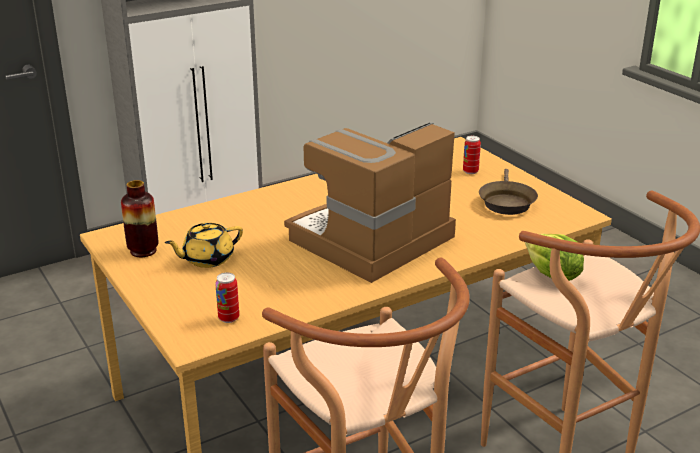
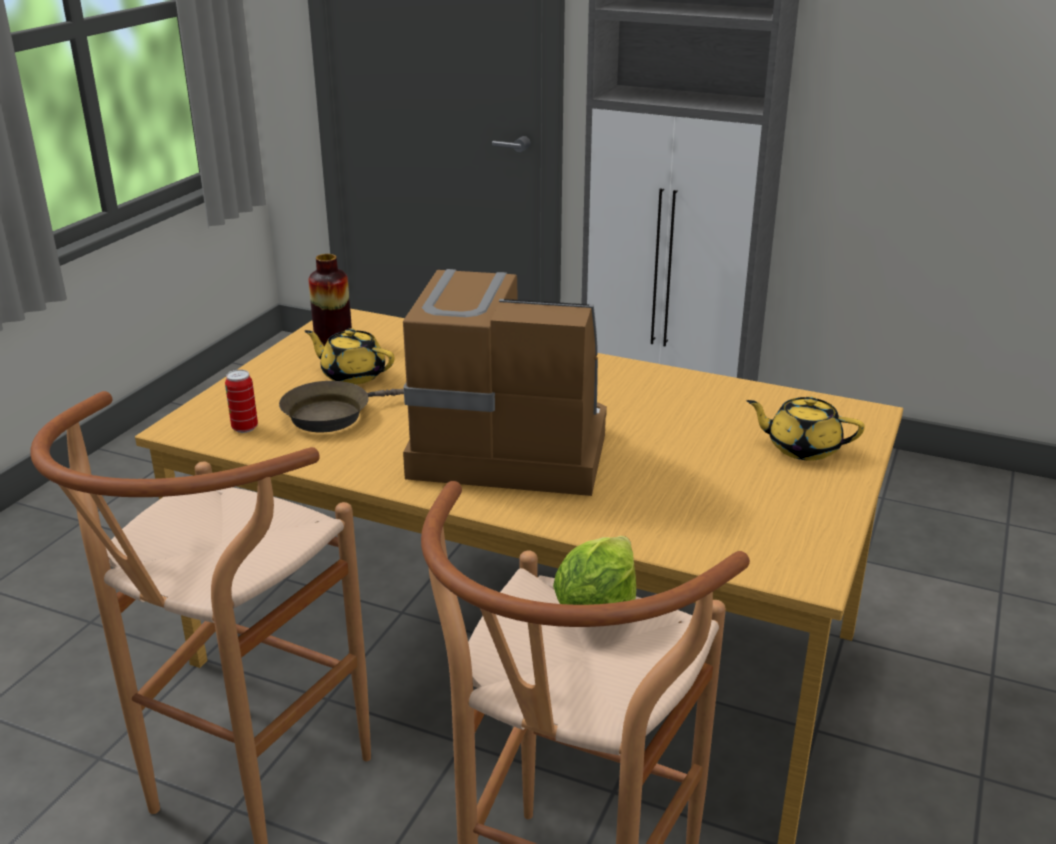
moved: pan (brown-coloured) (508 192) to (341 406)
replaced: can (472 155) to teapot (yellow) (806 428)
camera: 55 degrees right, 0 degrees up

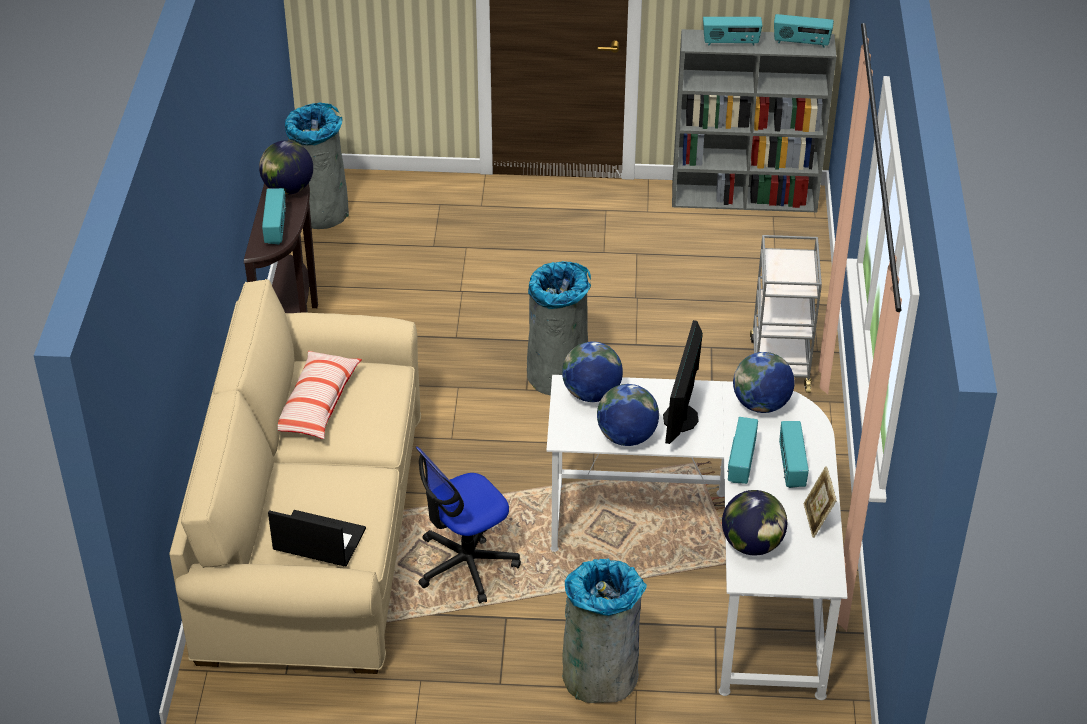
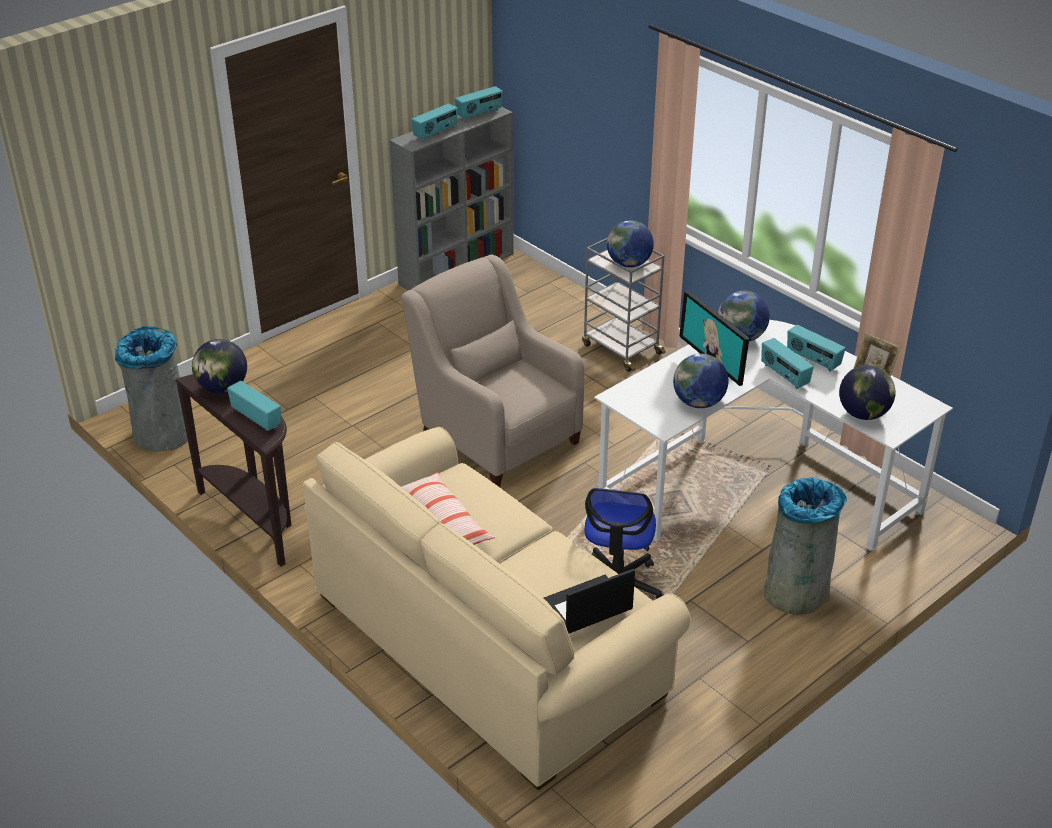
moved: desk globe (592 372) to (630 244)
replaced: waste bin (grey) (559 328) to lounge chair (beige-coloured) (493 371)
camera: 45 degrees left, 5 degrees down

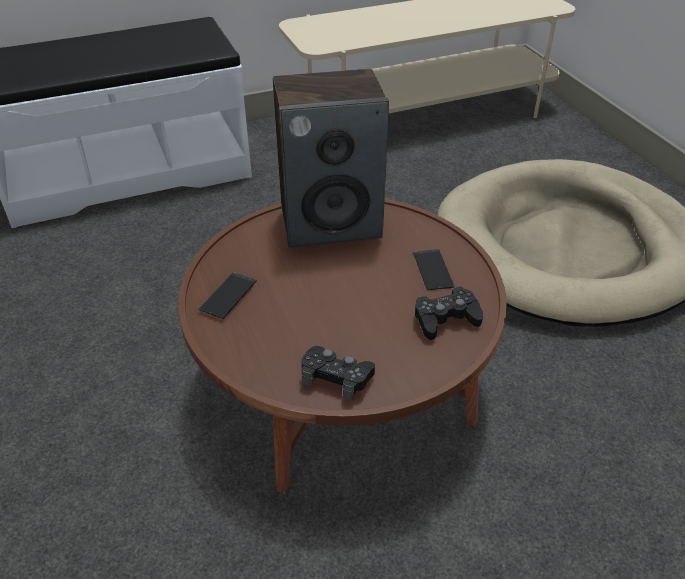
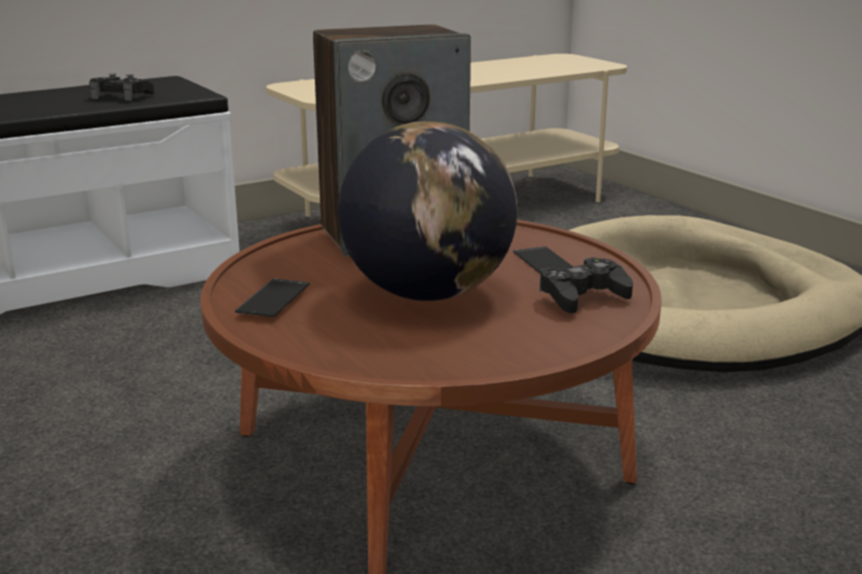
added: desk globe (427 211)
moved: gamepad (black) (338 373) to (121 87)
camera: 10 degrees left, 20 degrees down

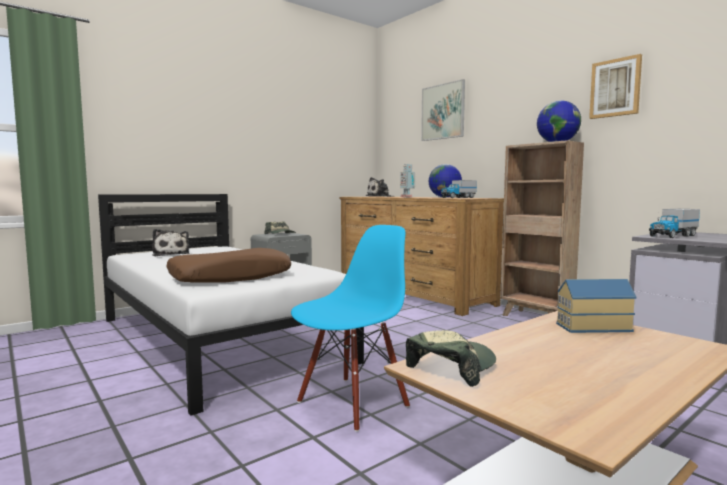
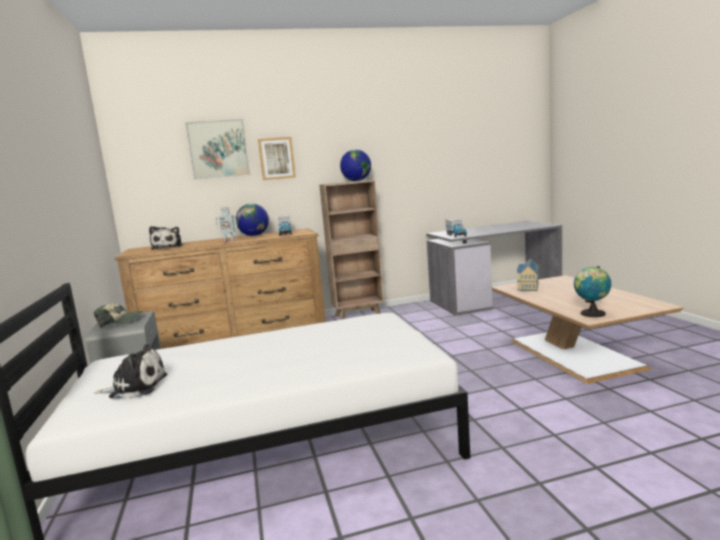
removed: pillow (brown-coloured) (228 265); plain chair (blue) (350 328)
moved: wall picture (615 86) to (277 158)
replaced: baseball cap (451 358) to desk globe (592 291)
camera: 65 degrees left, 5 degrees up

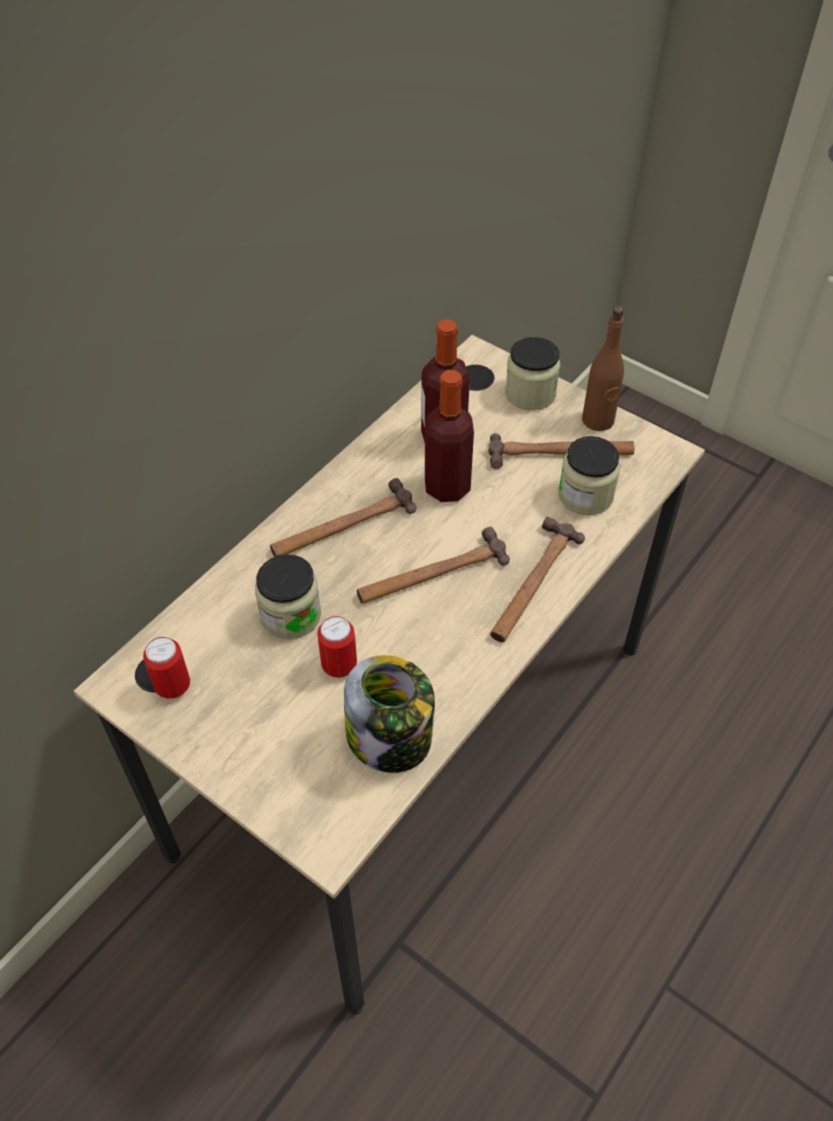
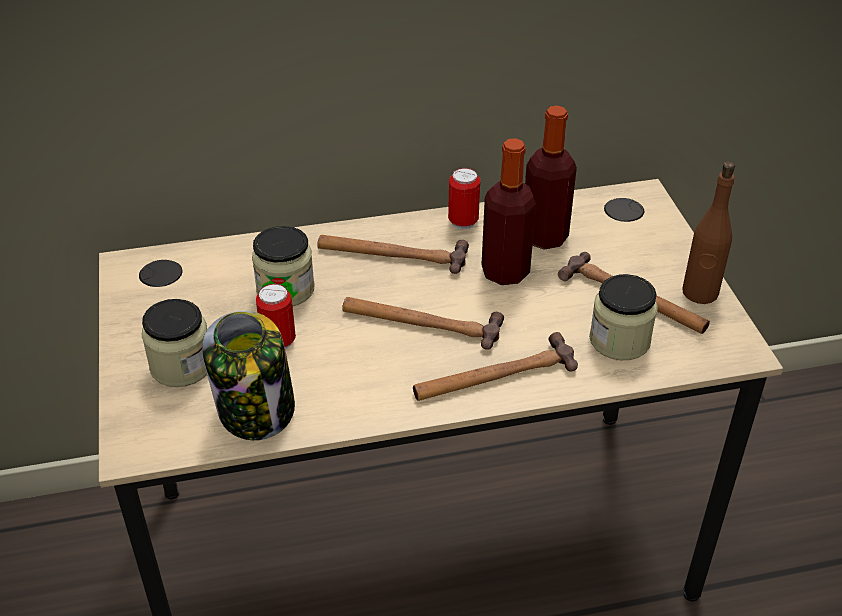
moved: preserve jar (532 373) to (174 343); can (166 668) to (464 199)
camera: 40 degrees right, 10 degrees down

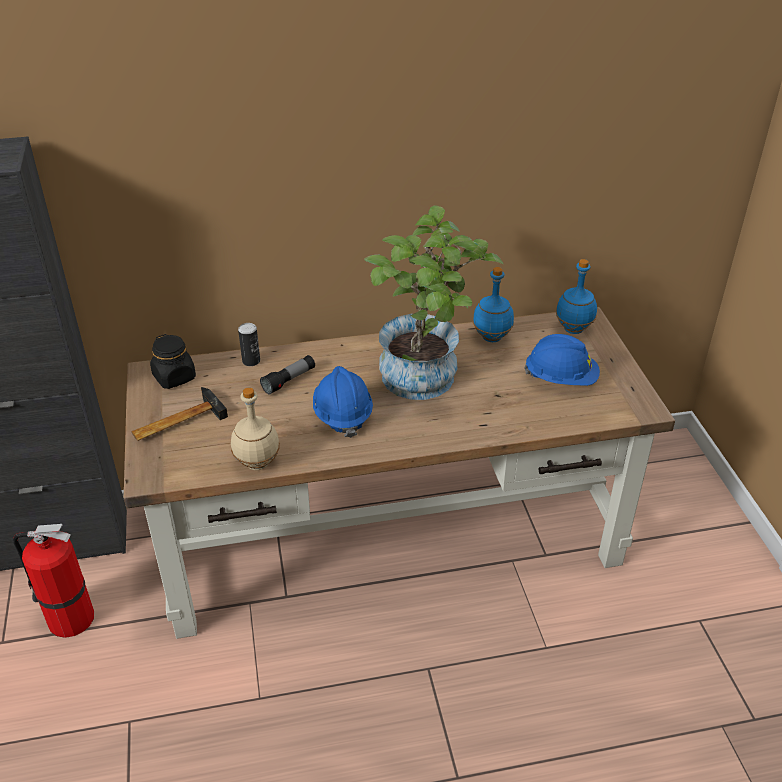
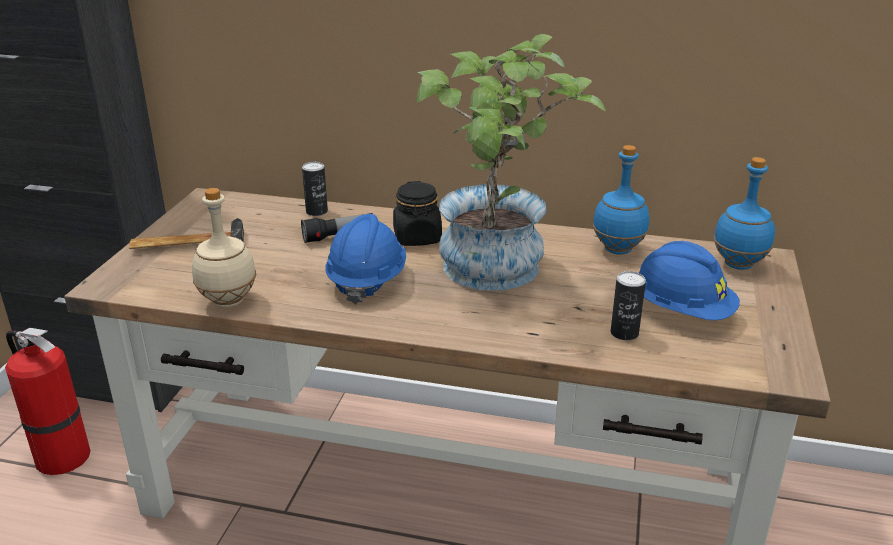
added: can (628 305)
moved: preserve jar (black) (173 361) to (417 213)
camera: 25 degrees right, 10 degrees down

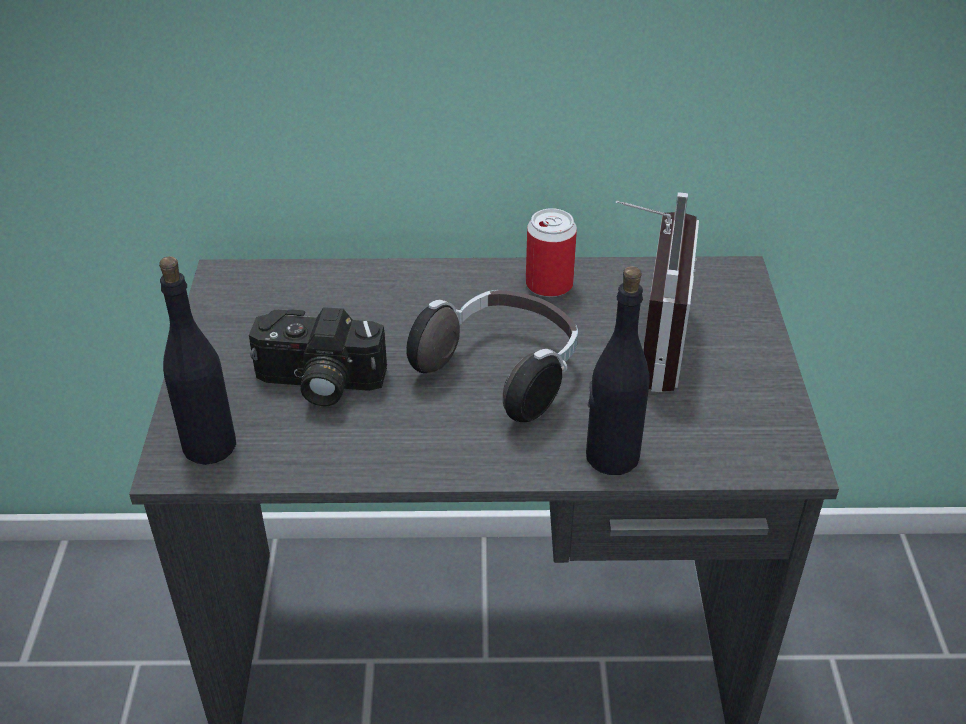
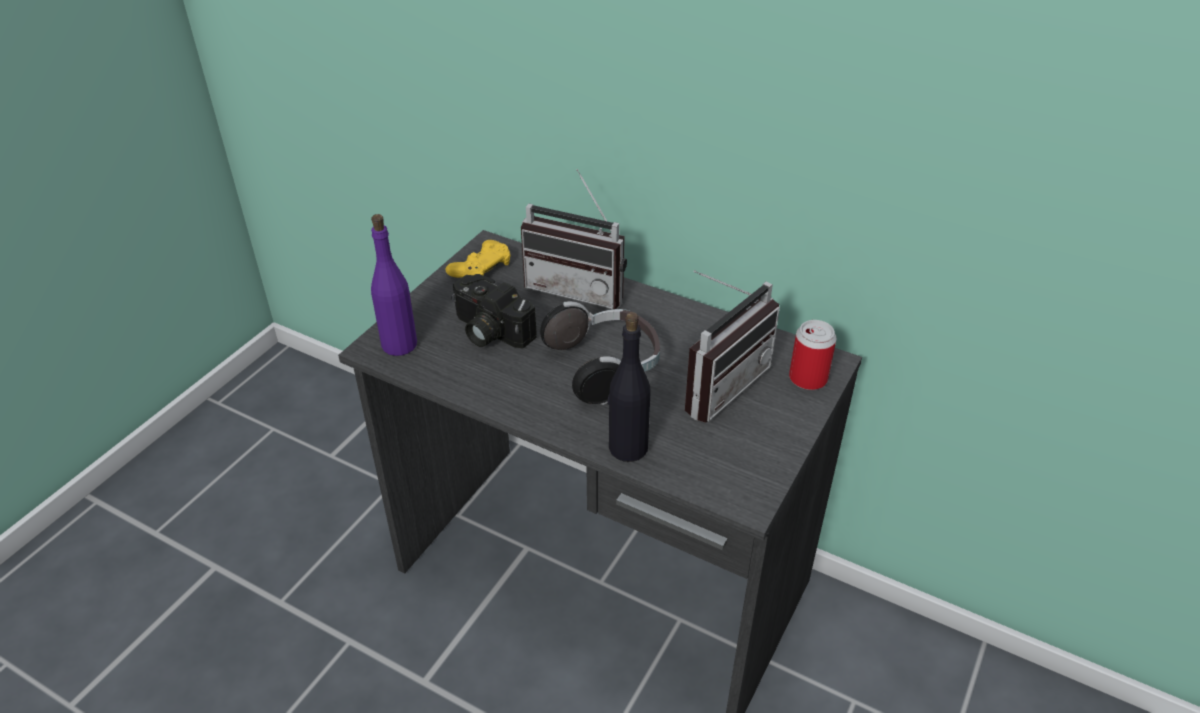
added: gamepad (yellow) (478 259); radio set (574 239)
moved: can (551 252) to (813 355)
recoloured: drink bottle (black) (197 360) to drink bottle (purple-coloured) (394 285)
camera: 30 degrees right, 0 degrees up

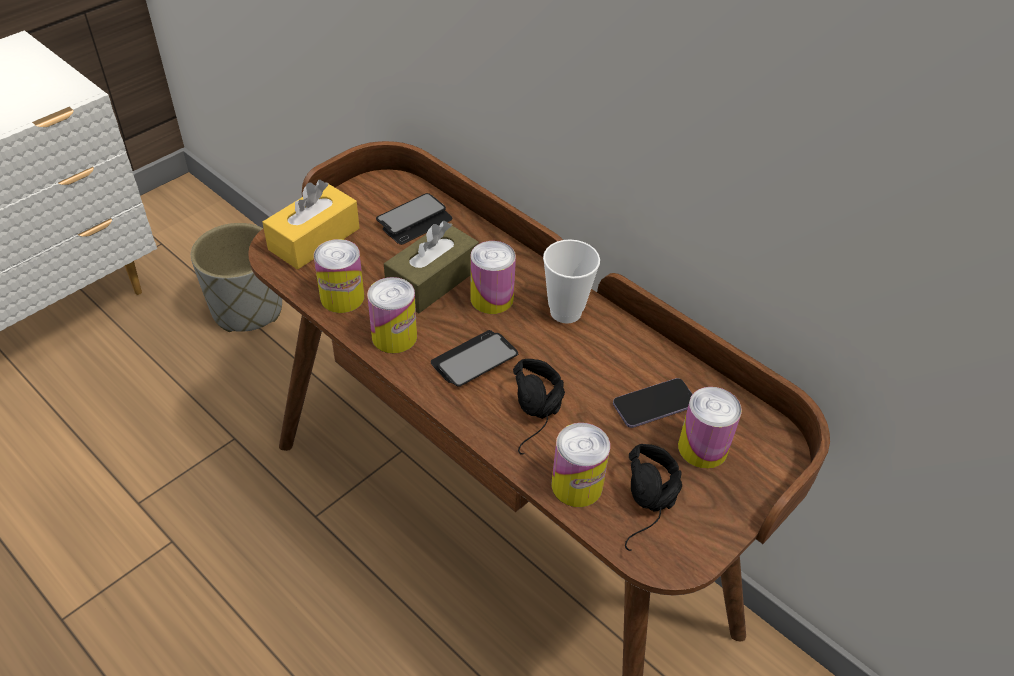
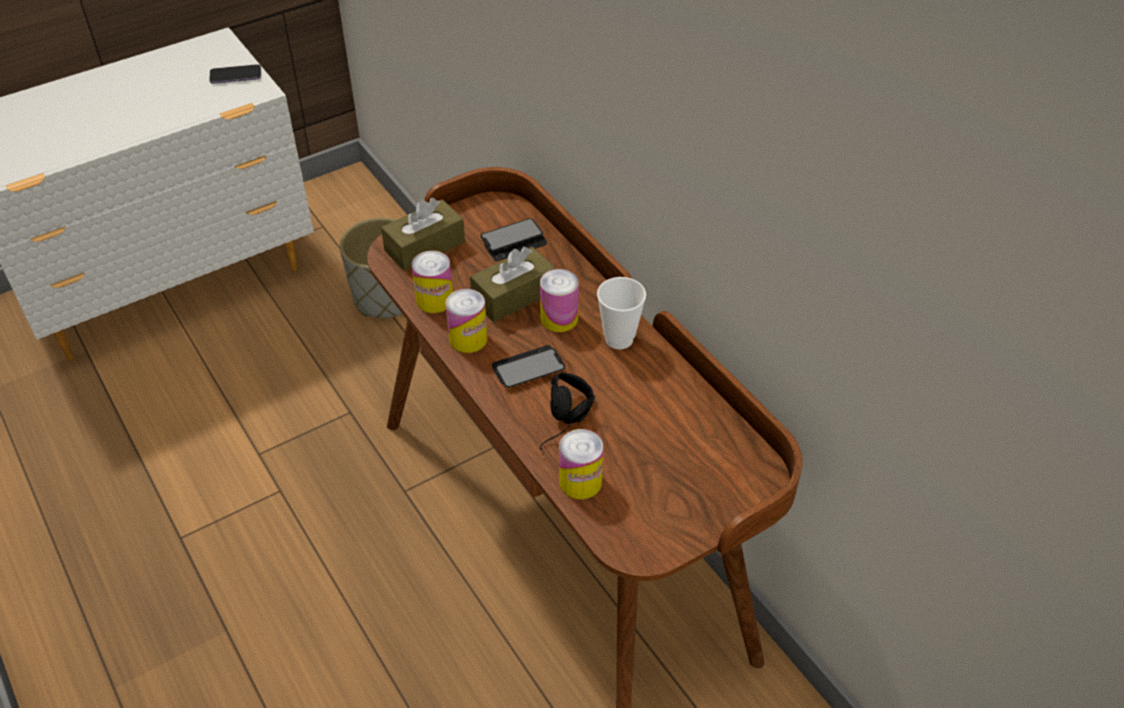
removed: headset (black) (653 497); can (710 428)
moved: handset (653 403) to (235 74)
recoloured: tissue holder (yellow) (311 224) to tissue holder (brown-coloured) (423 234)
camera: 15 degrees right, 0 degrees up

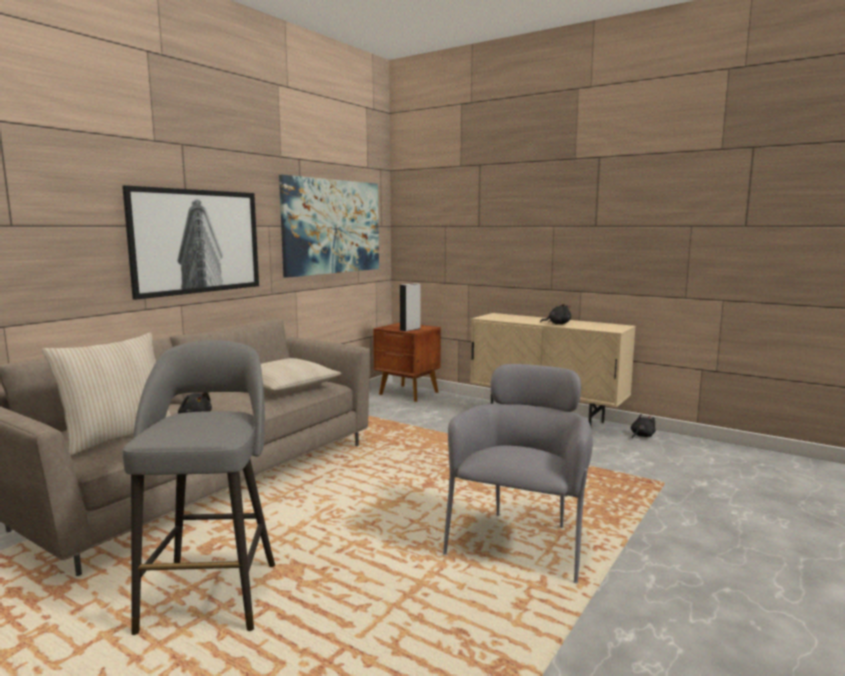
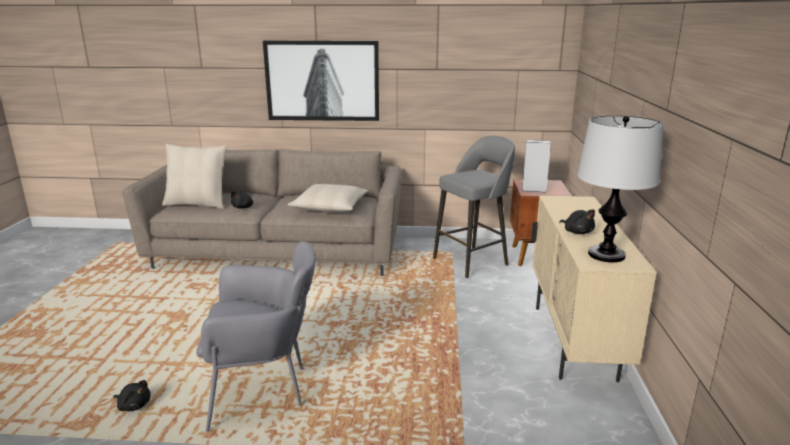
removed: wall picture (329 226)
added: tabletop lamp (620 189)
moved: soft toy (black) (643 426) to (132 395); sitting stool (grey) (199 487) to (474 207)
camera: 60 degrees right, 10 degrees up

